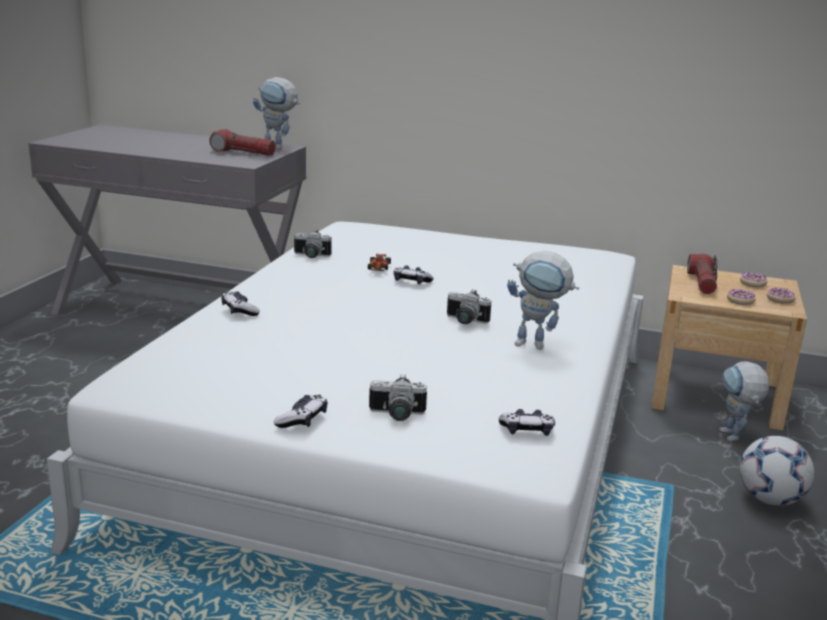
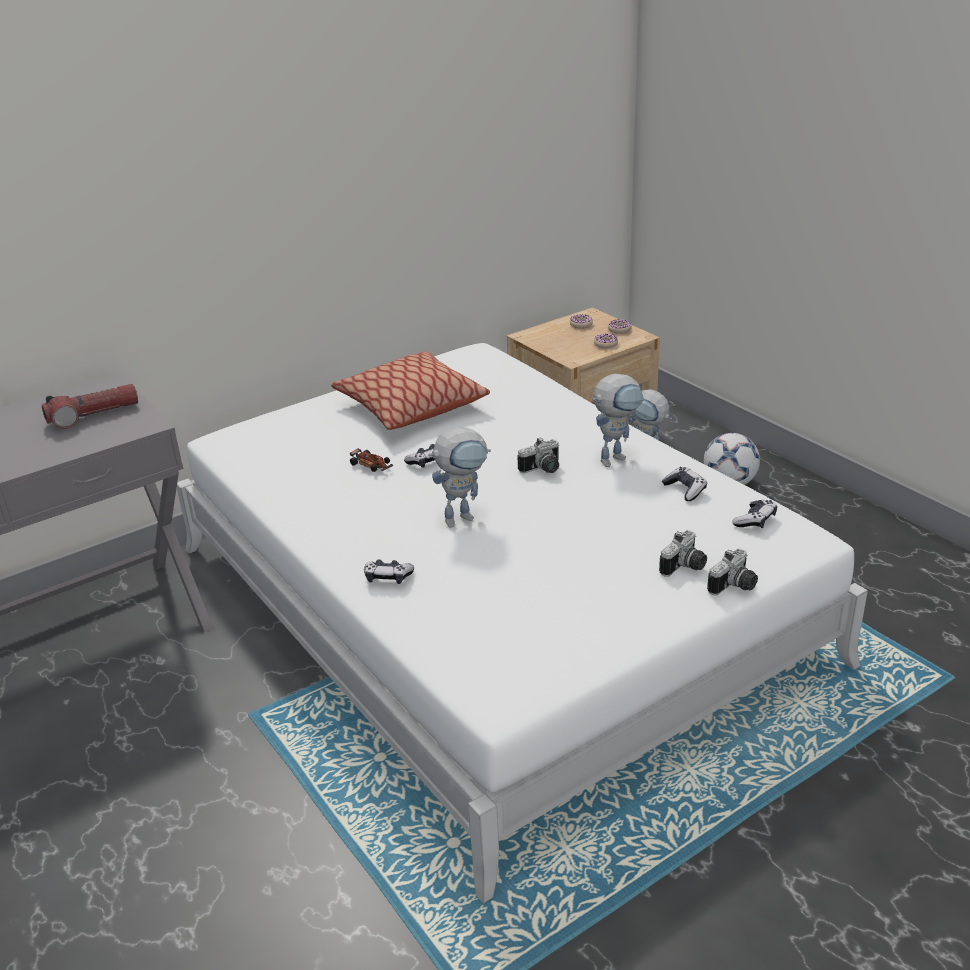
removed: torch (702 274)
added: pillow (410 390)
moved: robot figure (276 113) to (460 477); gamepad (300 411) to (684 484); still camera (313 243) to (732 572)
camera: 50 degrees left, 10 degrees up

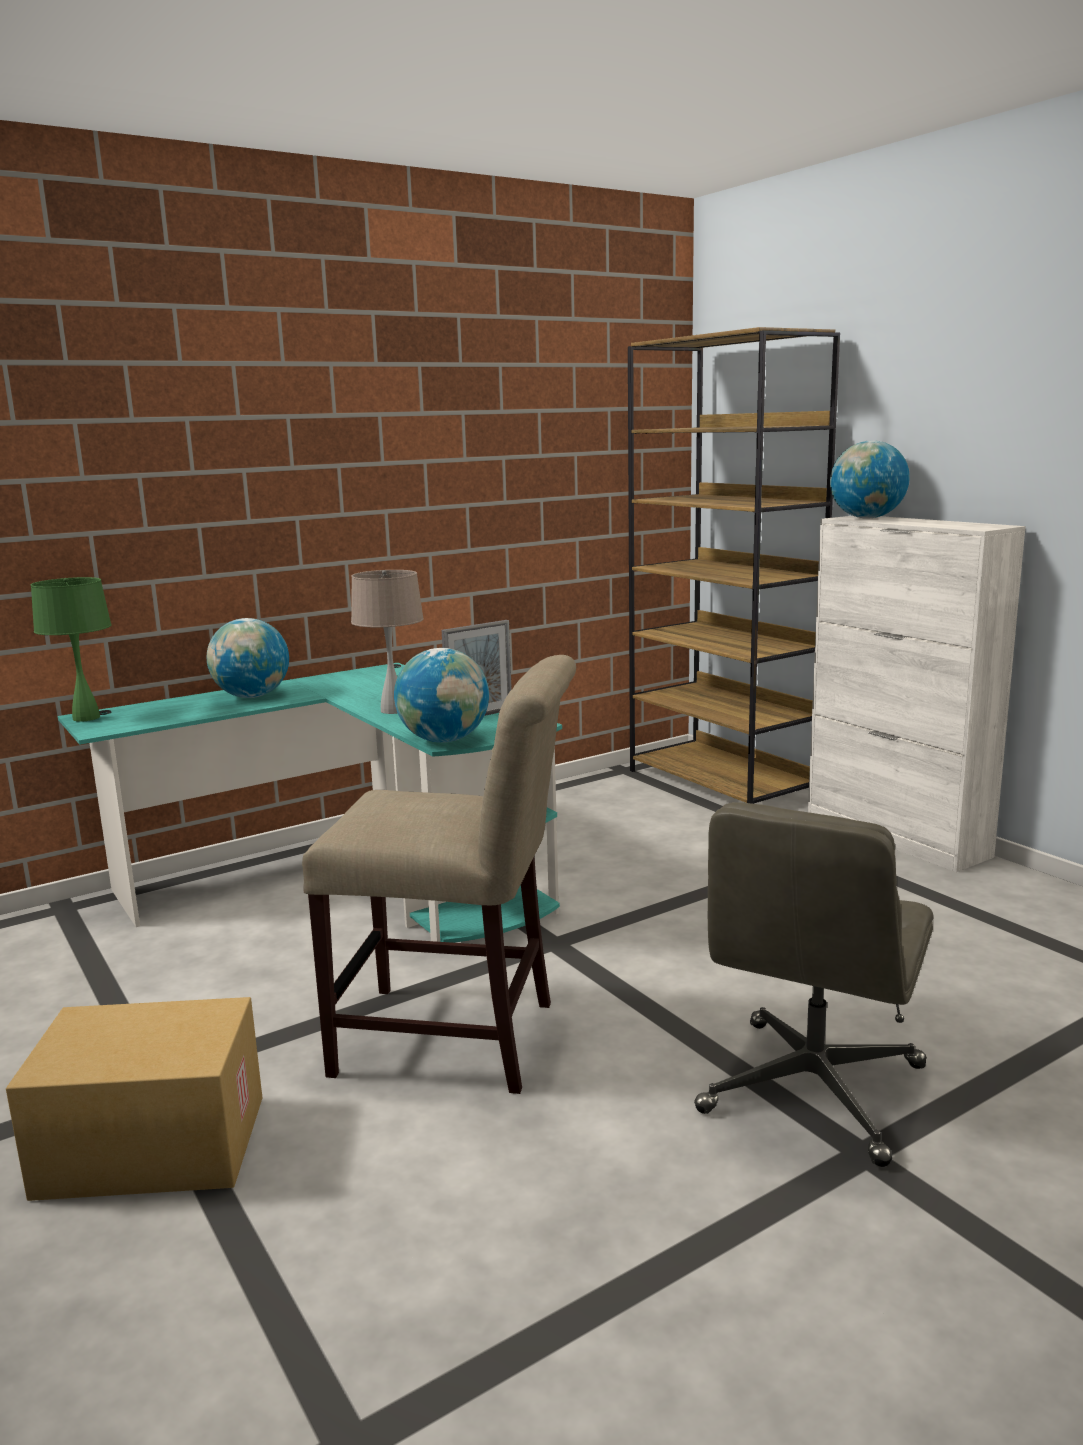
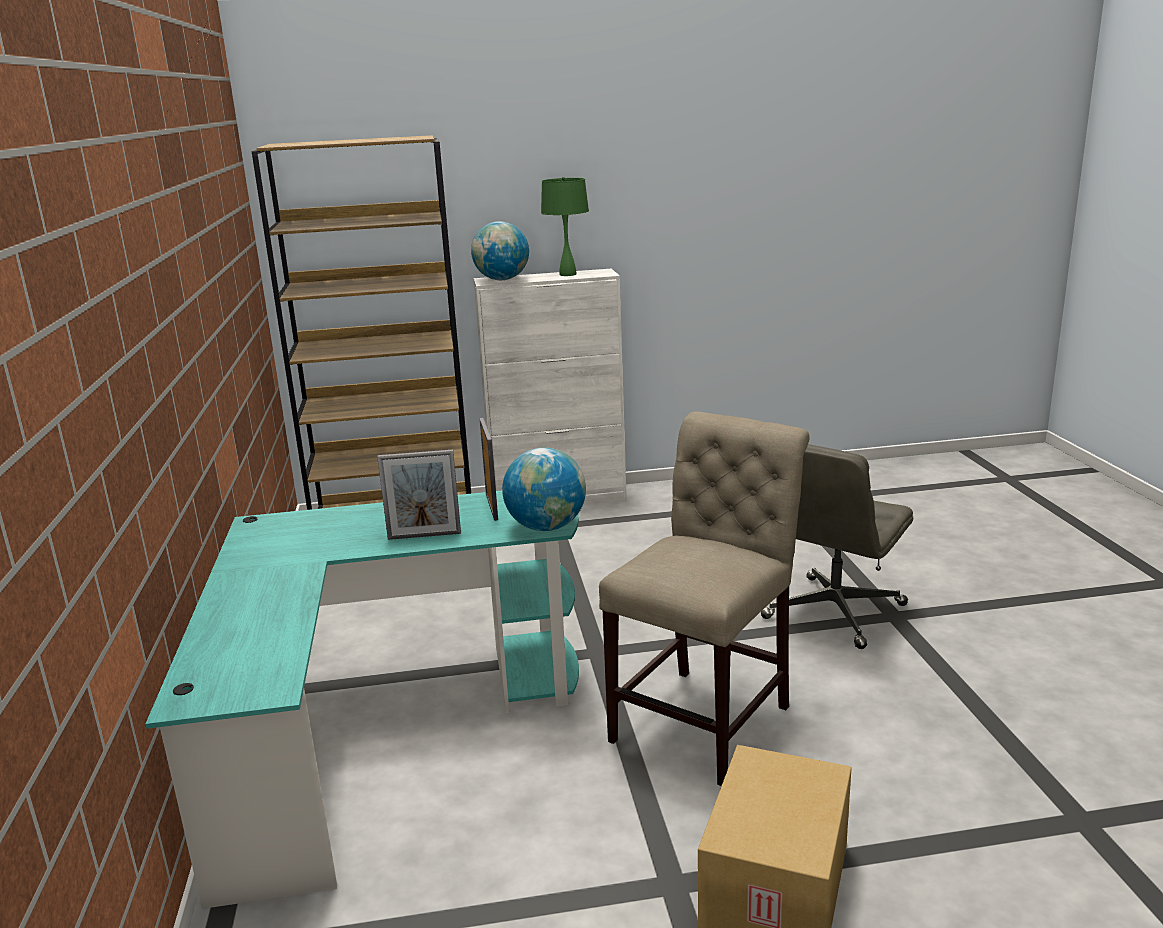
removed: desk globe (247 658)
moved: tabletop lamp (green) (71 649) to (565 226)
replaced: tabletop lamp (beige-coloured) (387 642) to picture frame (419 495)
turned: desk chair (grey) (814 984) = (837 546) 75 degrees clockwise
camera: 65 degrees left, 5 degrees up

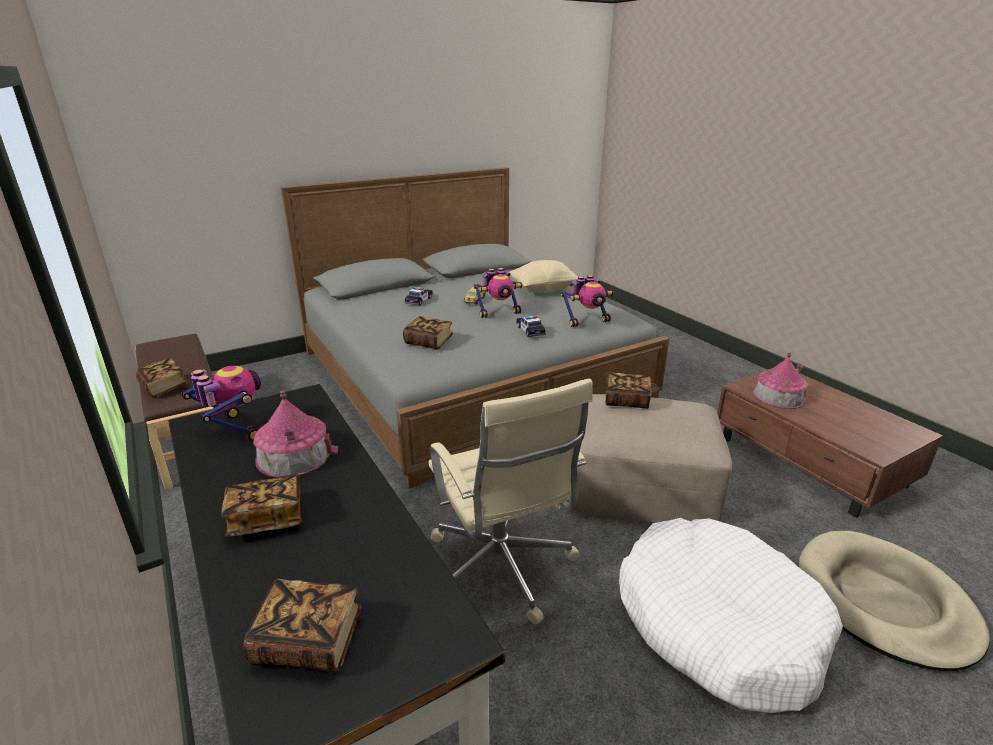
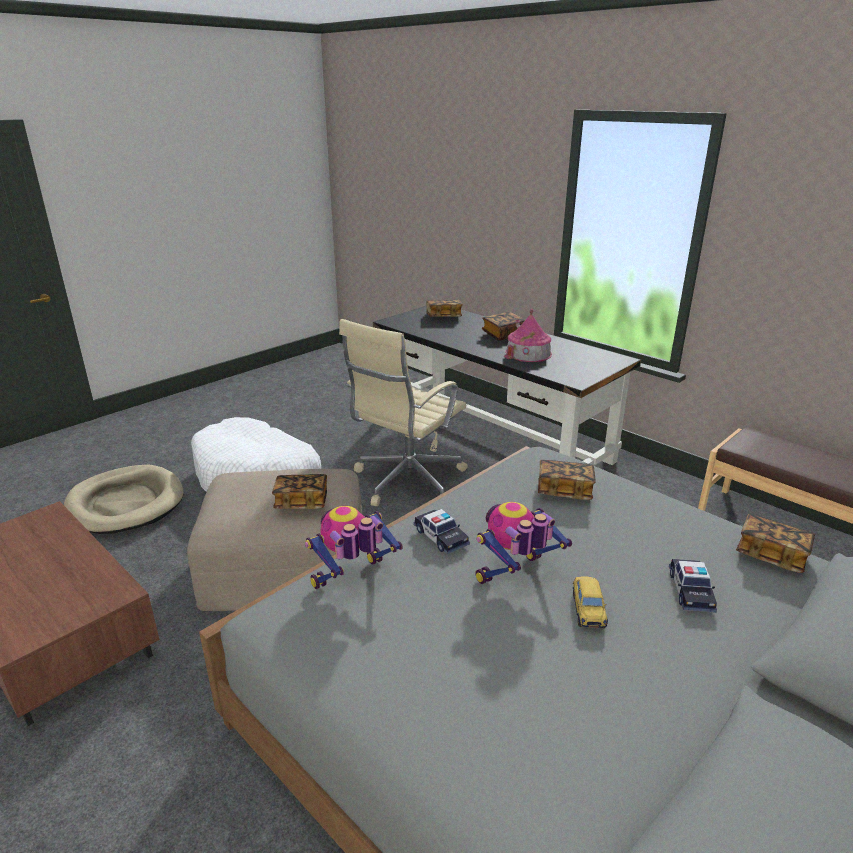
removed: robot figure (221 403); pillow (beige-coloured) (544 276); miniature house (780 380)
moved: book (162 378) to (775 543)
turned: desk chair (beige-coloured) (511 502) = (403 412) 105 degrees counterclockwise
camera: 165 degrees right, 0 degrees up

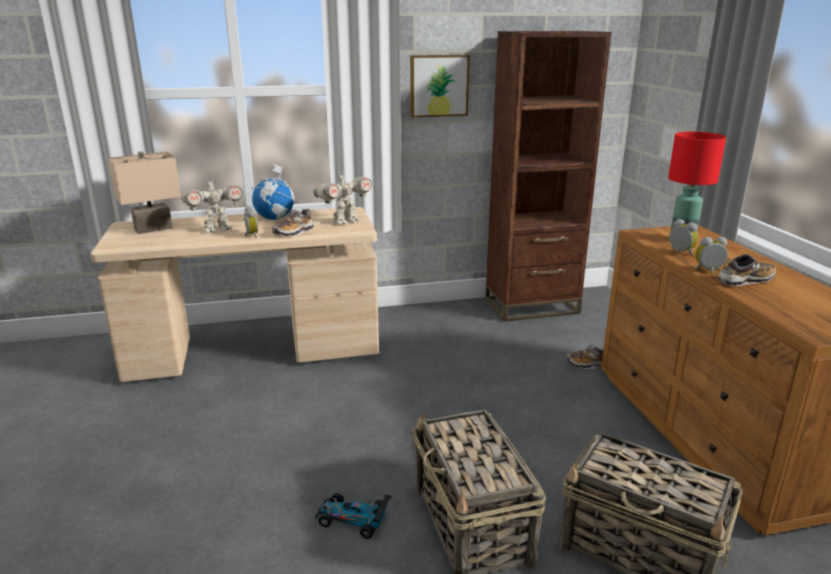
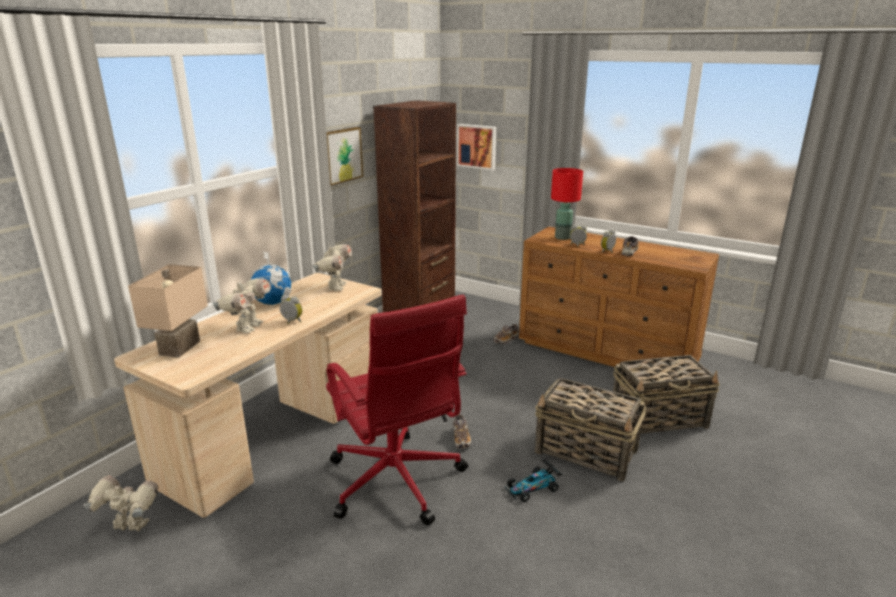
added: robot figure (121 503); desk chair (red-coloured) (397 410); wall picture (476 147)
moved: low shoe (293 222) to (462 431)
camera: 45 degrees left, 0 degrees up

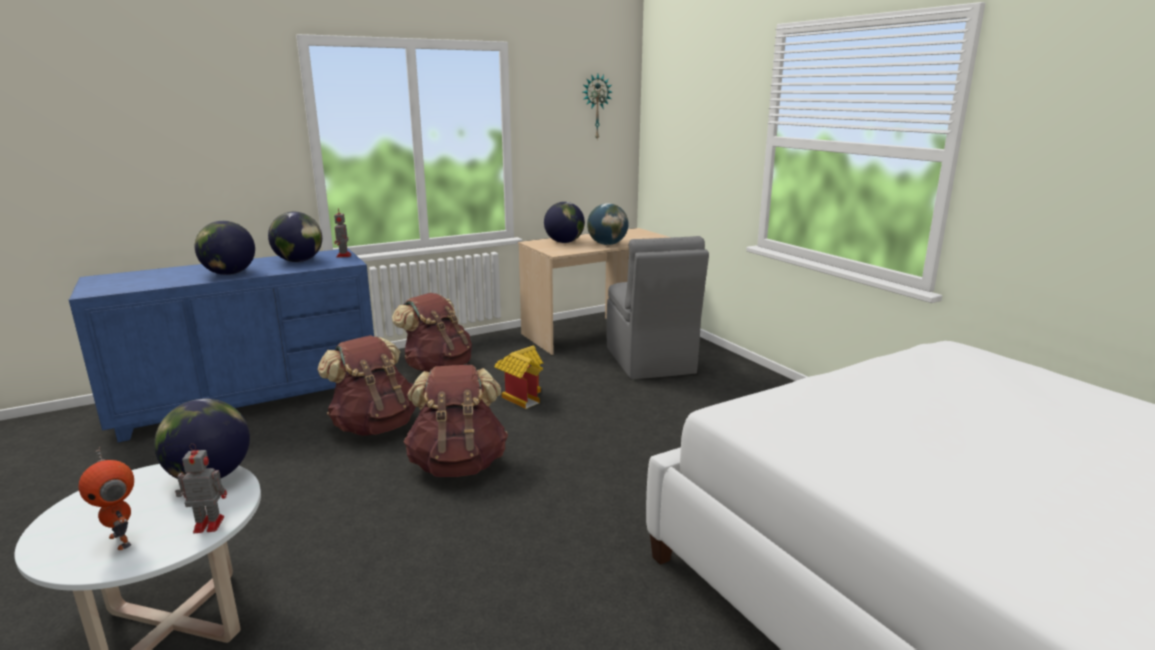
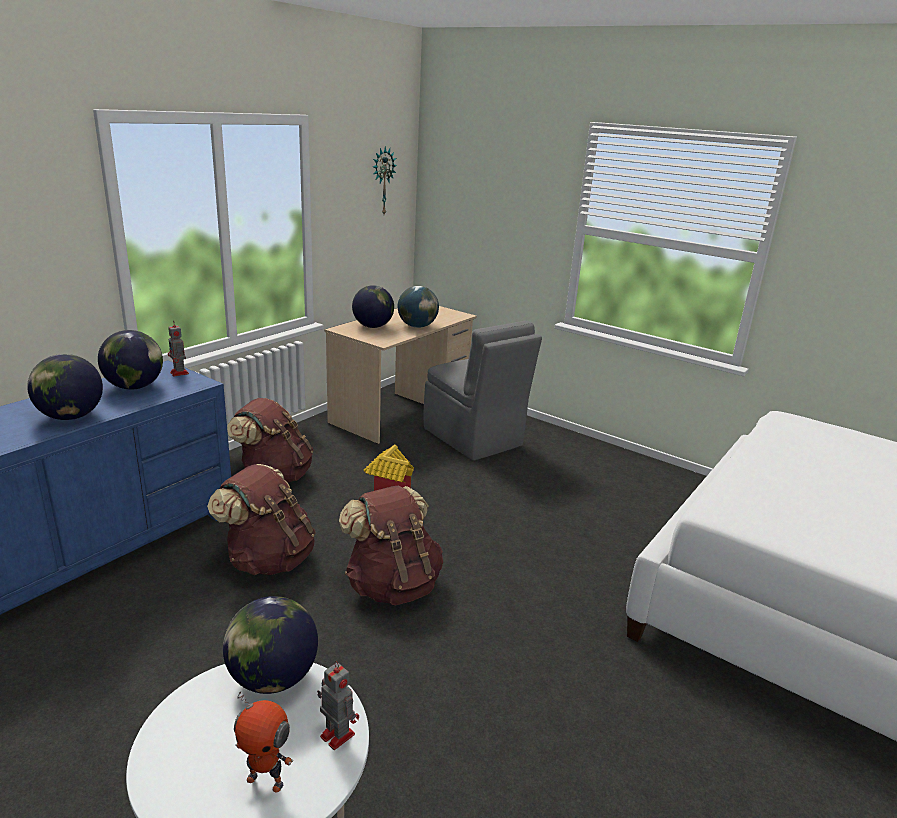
turned: robot figure (201 488) = (338 705) 75 degrees clockwise
camera: 25 degrees left, 5 degrees up

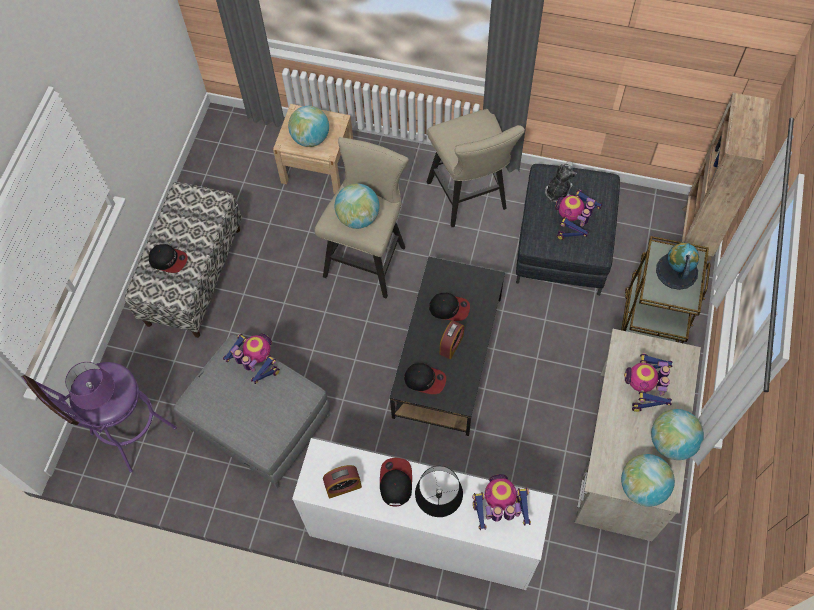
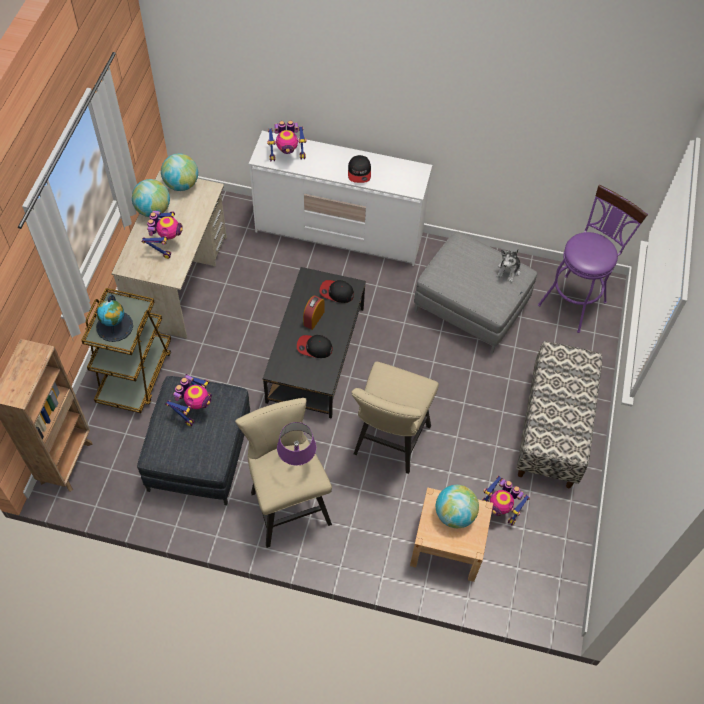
removed: baseball cap (168 258); bedside clock (342 481); desk globe (357 206); tabletop lamp (black) (439 491)
moved: tabletop lamp (purple-coloured) (89 386) to (296 444); robot figure (251 359) to (506 500); soft toy (561 181) to (509 266)
camera: 175 degrees right, 5 degrees down

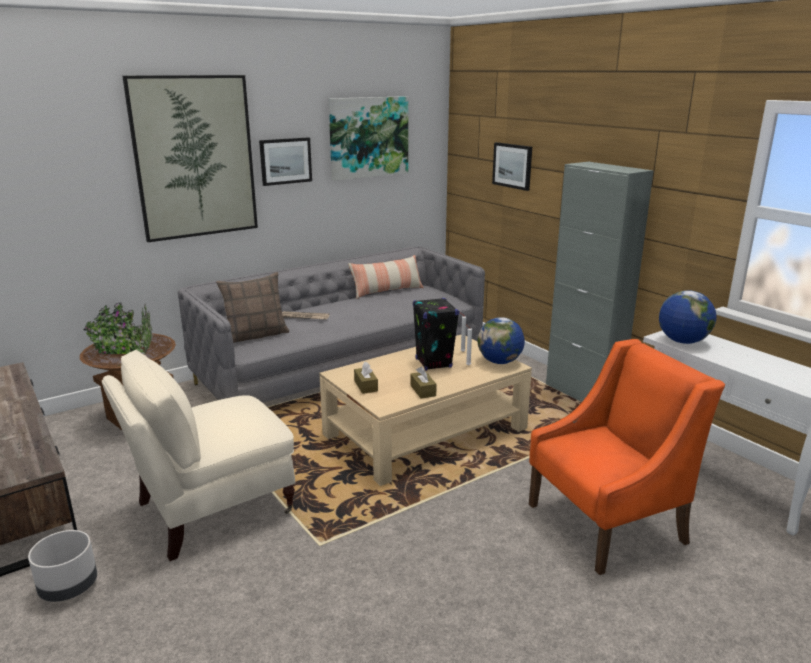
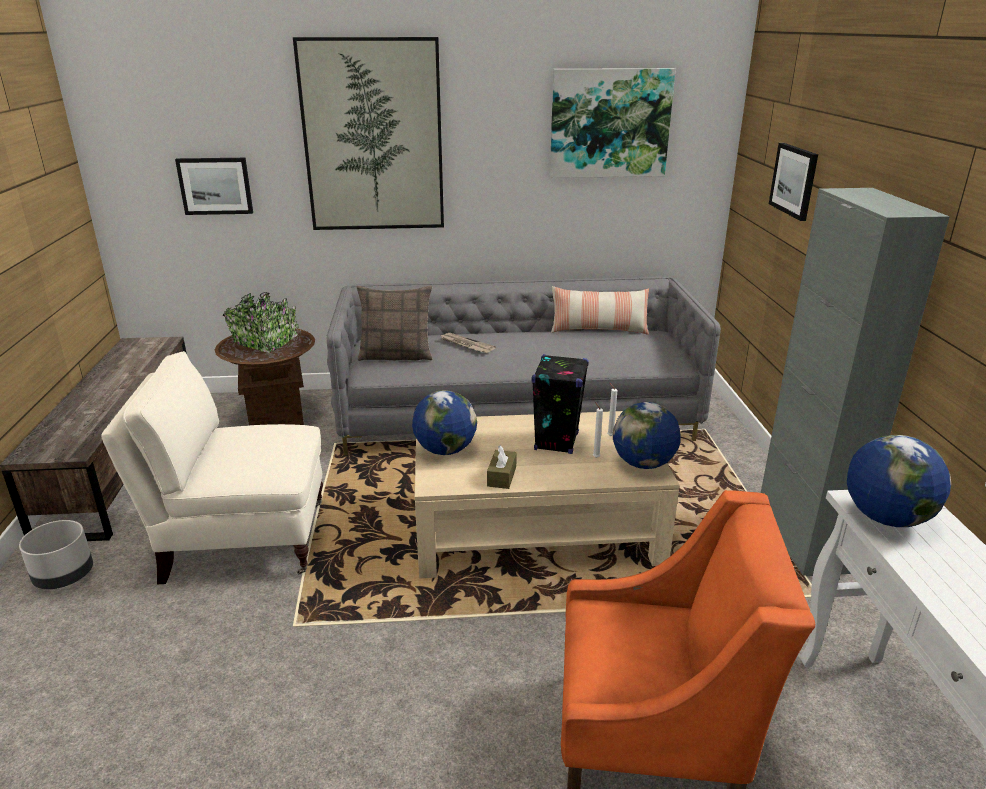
moved: wall picture (285 161) to (214 186)
replaced: tissue holder (brown-coloured) (366 378) to desk globe (444 422)
camera: 30 degrees right, 5 degrees up

